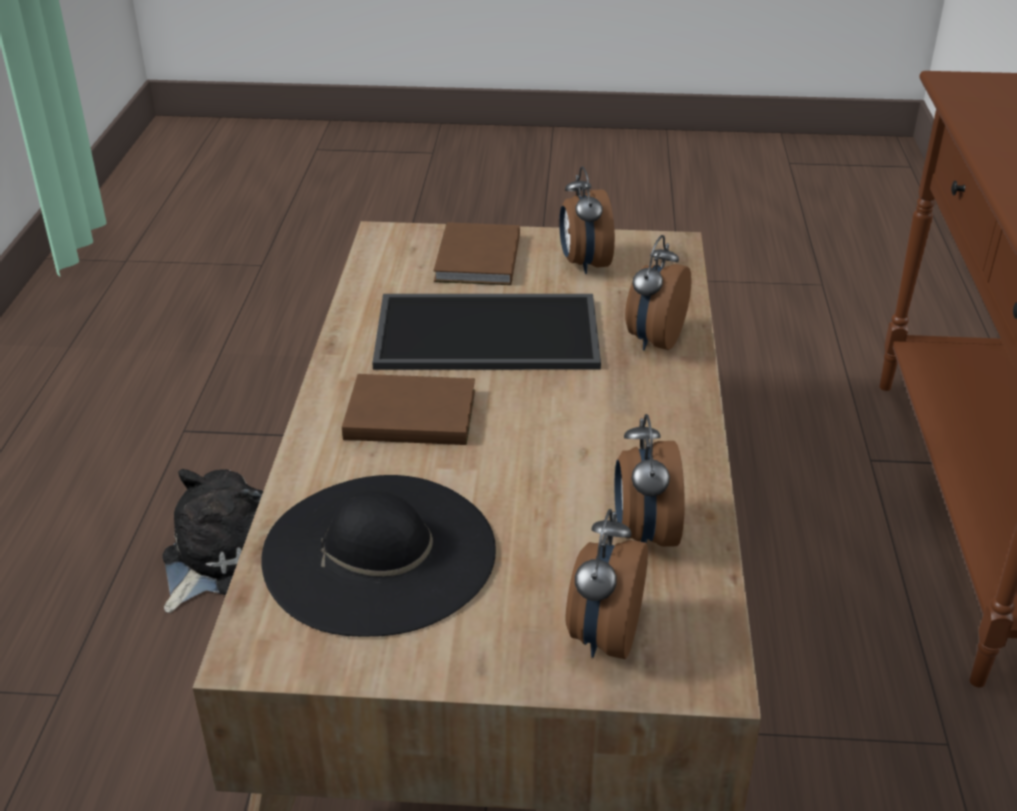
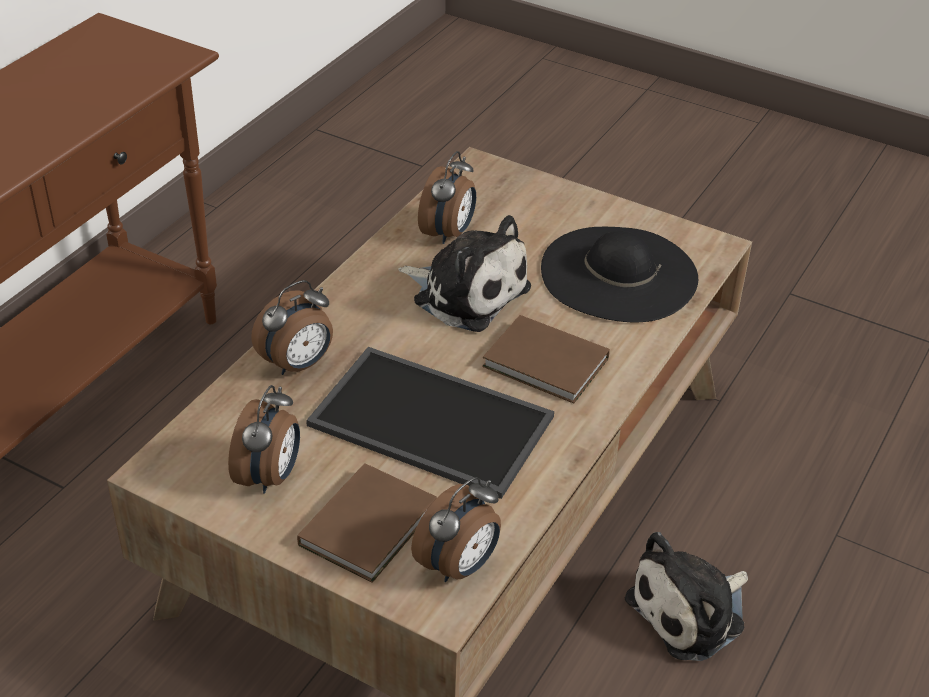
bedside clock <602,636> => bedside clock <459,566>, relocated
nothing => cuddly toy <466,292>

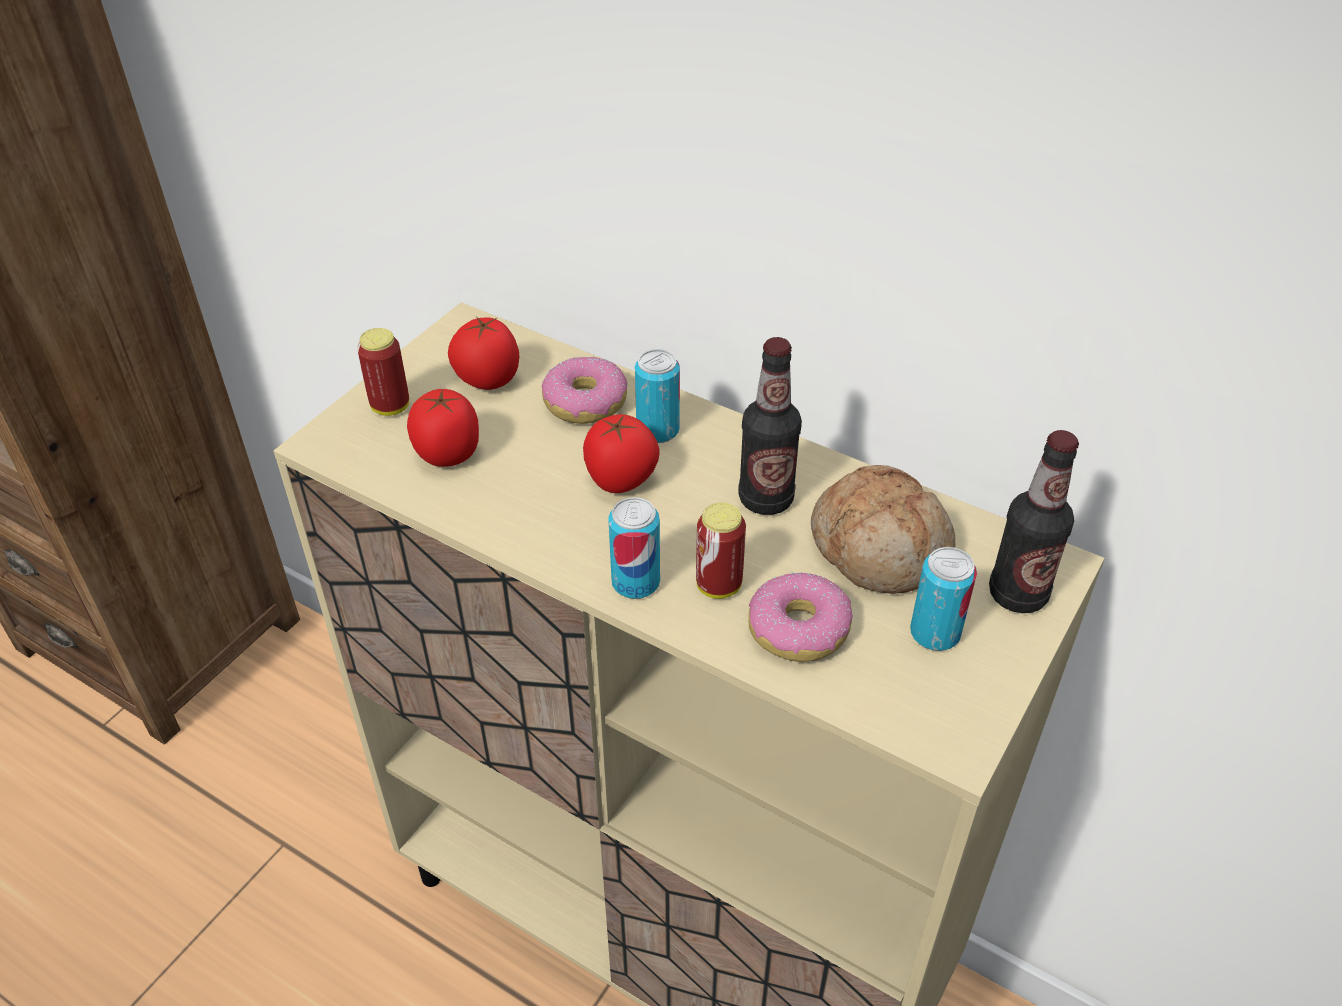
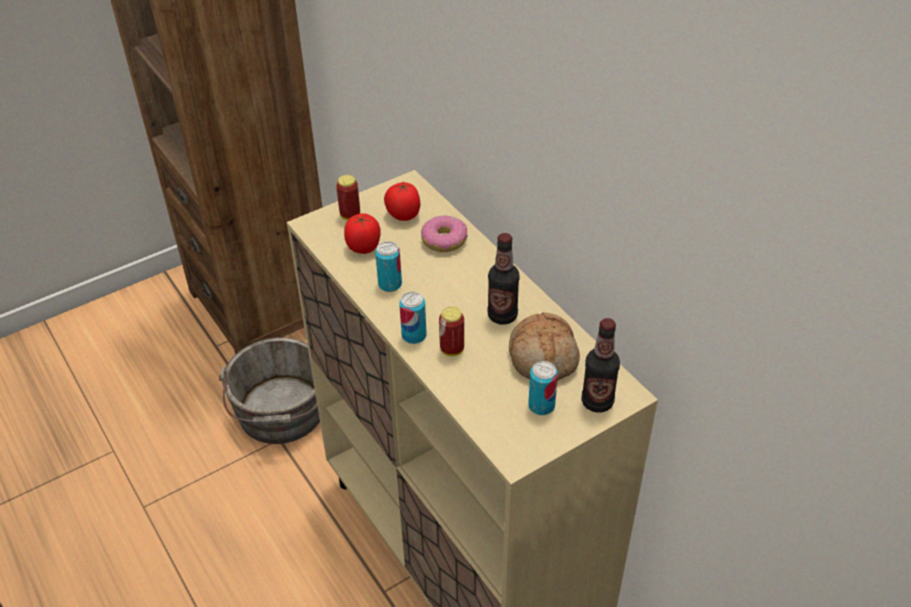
tomato <621,481> => nothing
sealed can <657,430> => sealed can <390,284>, relocated
donut <798,628> => nothing
nothing => gray bucket <281,414>

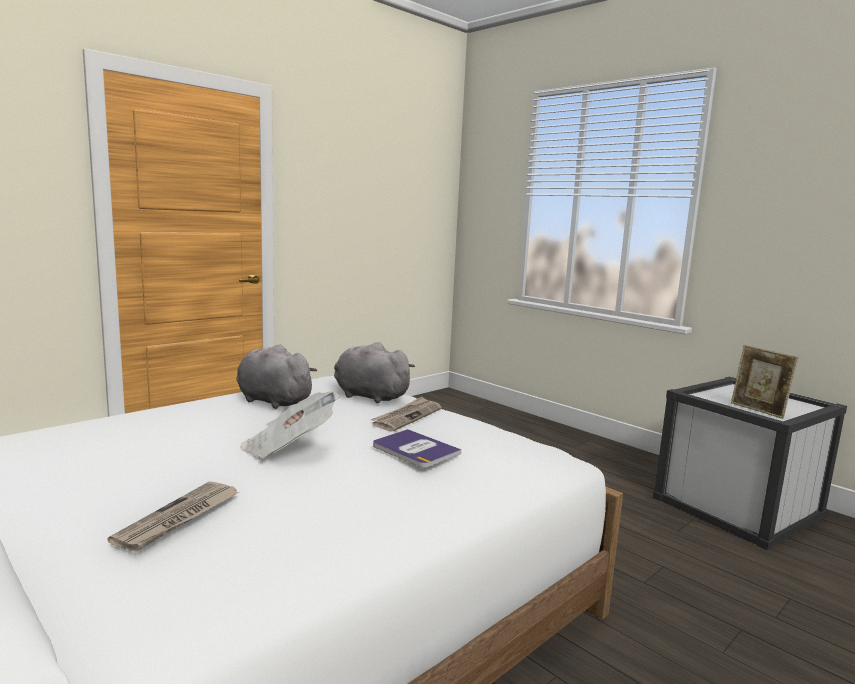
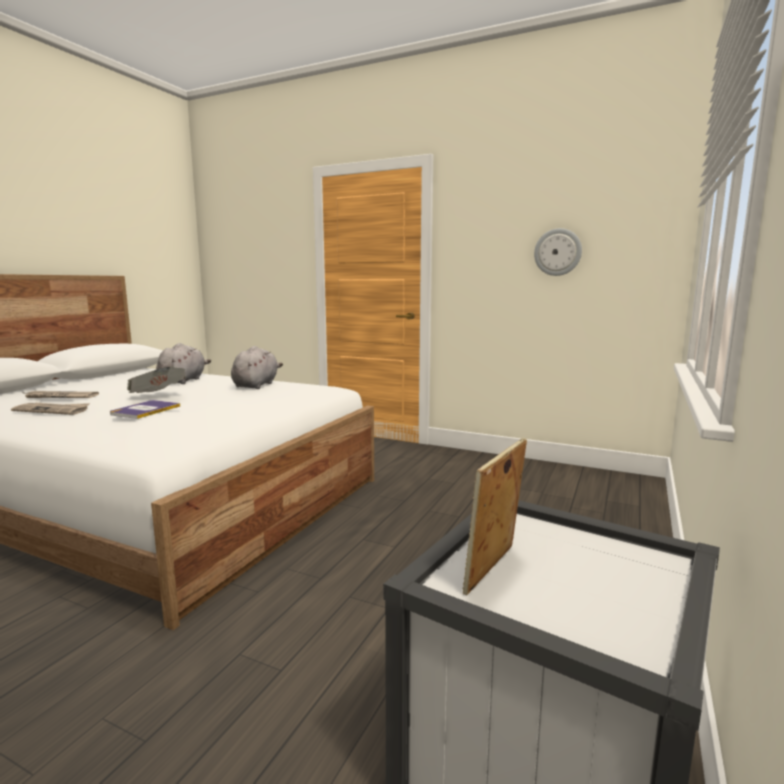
gray cuddly toy <368,396> => gray cuddly toy <183,381>, relocated
printed paper <407,416> => printed paper <52,410>, relocated
nothing => clock on the wall <557,252>

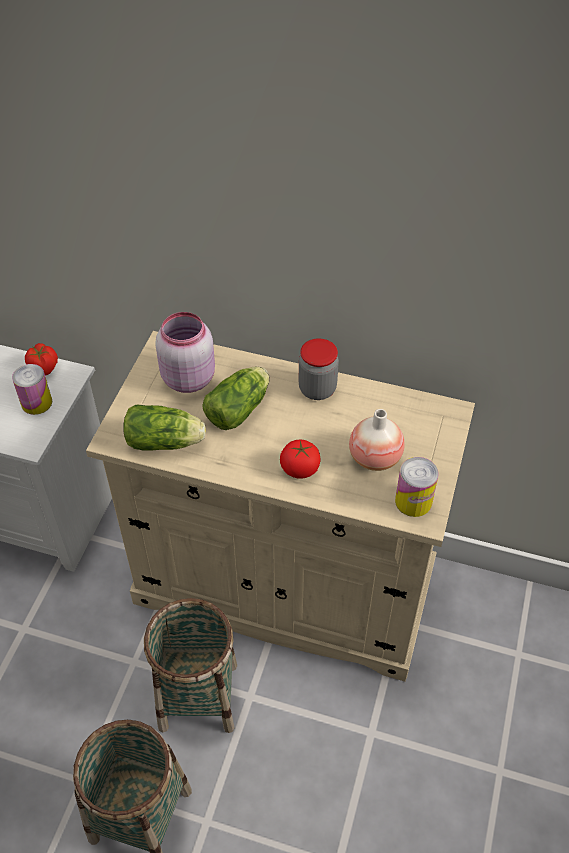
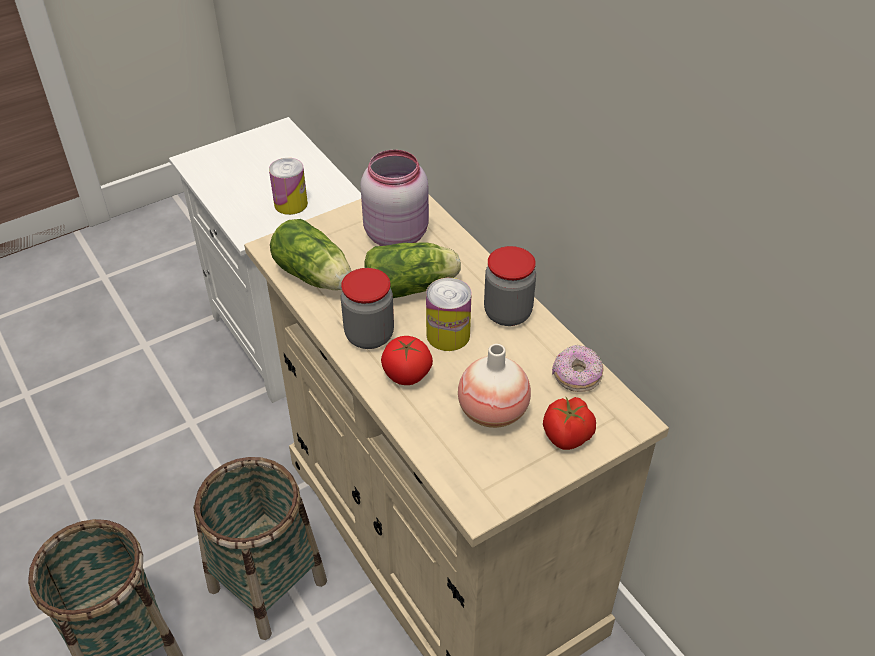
tomato <44,368> => tomato <567,436>, relocated
sealed can <413,501> => sealed can <448,335>, relocated
nothing => preserve jar <369,335>
nothing => donut <576,377>

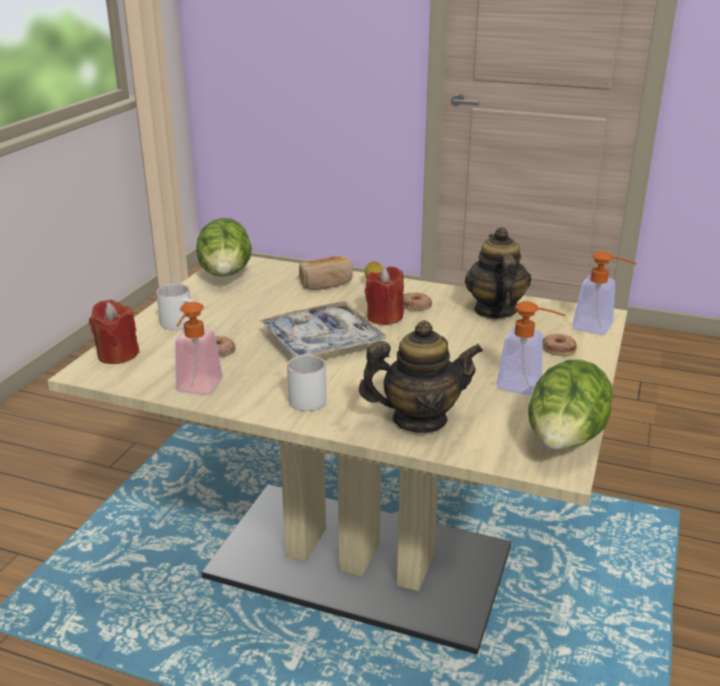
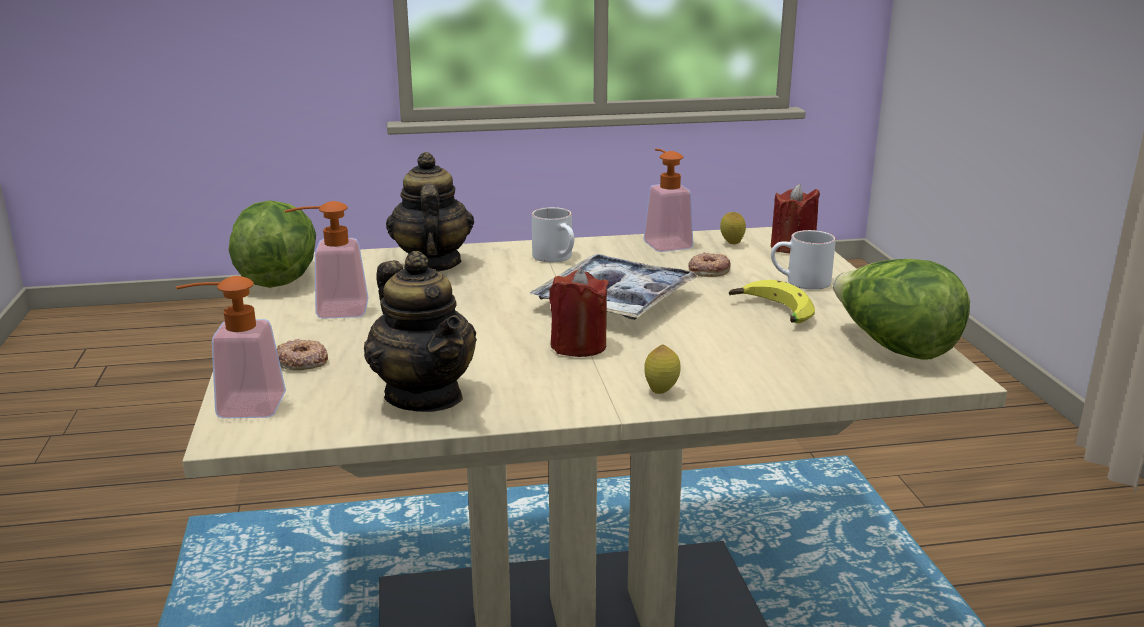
bakery bread <326,283> => nothing
pot for tea <419,420> => pot for tea <431,265>, 120 degrees clockwise
donut <415,305> => nothing
nothing => lemon <731,244>
nothing => banana <771,313>

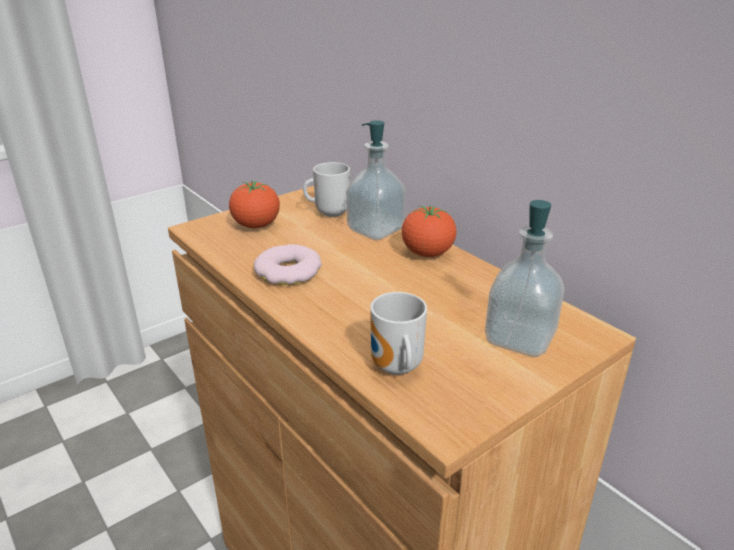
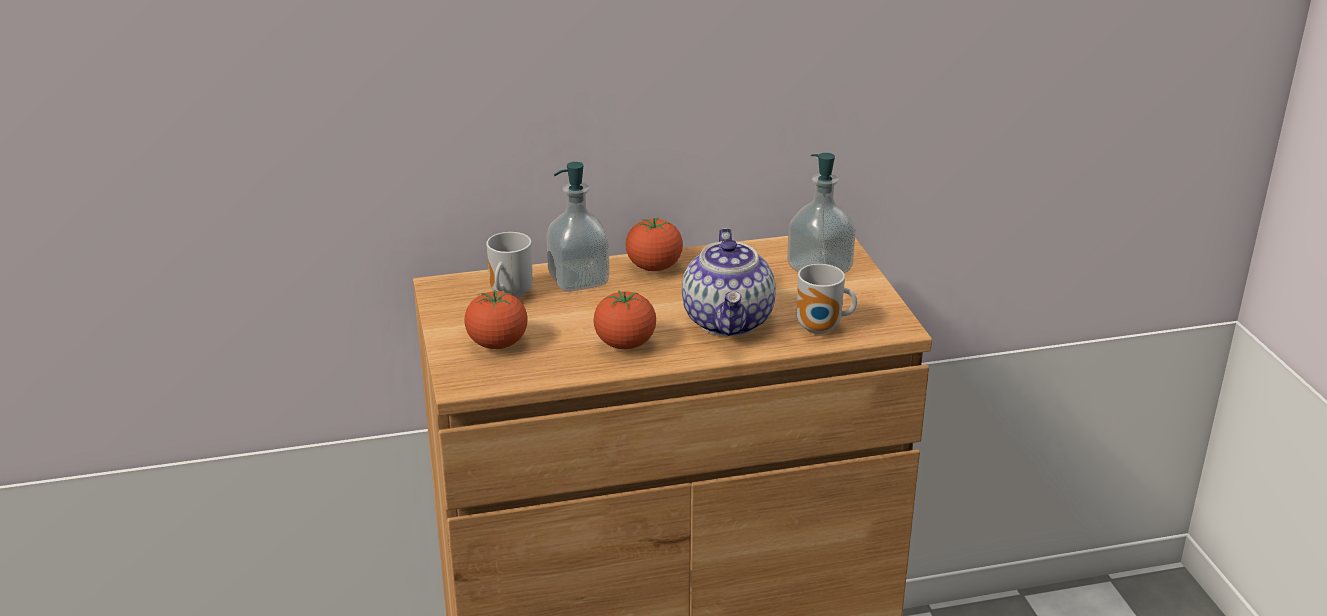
donut <289,272> => tomato <625,344>
nothing => pot for tea <729,321>

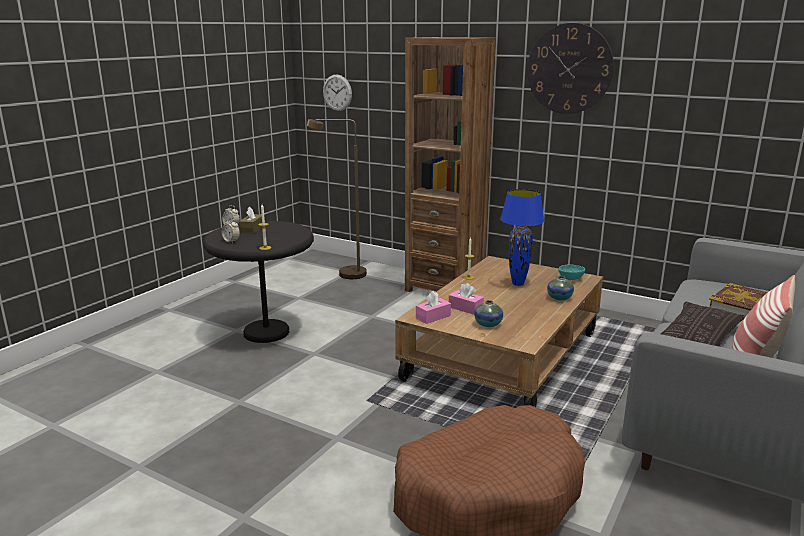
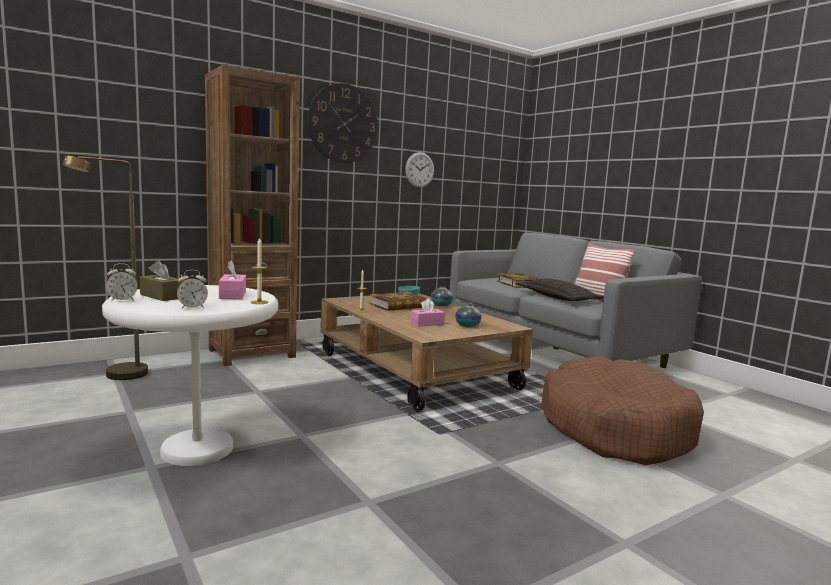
black accent table <266,332> => white accent table <197,449>
clock on the wall <337,92> => clock on the wall <419,170>, relocated
pink-coloured tissue holder <433,317> => pink-coloured tissue holder <232,295>, relocated
blue lamp for a table <517,284> => bound book <398,306>

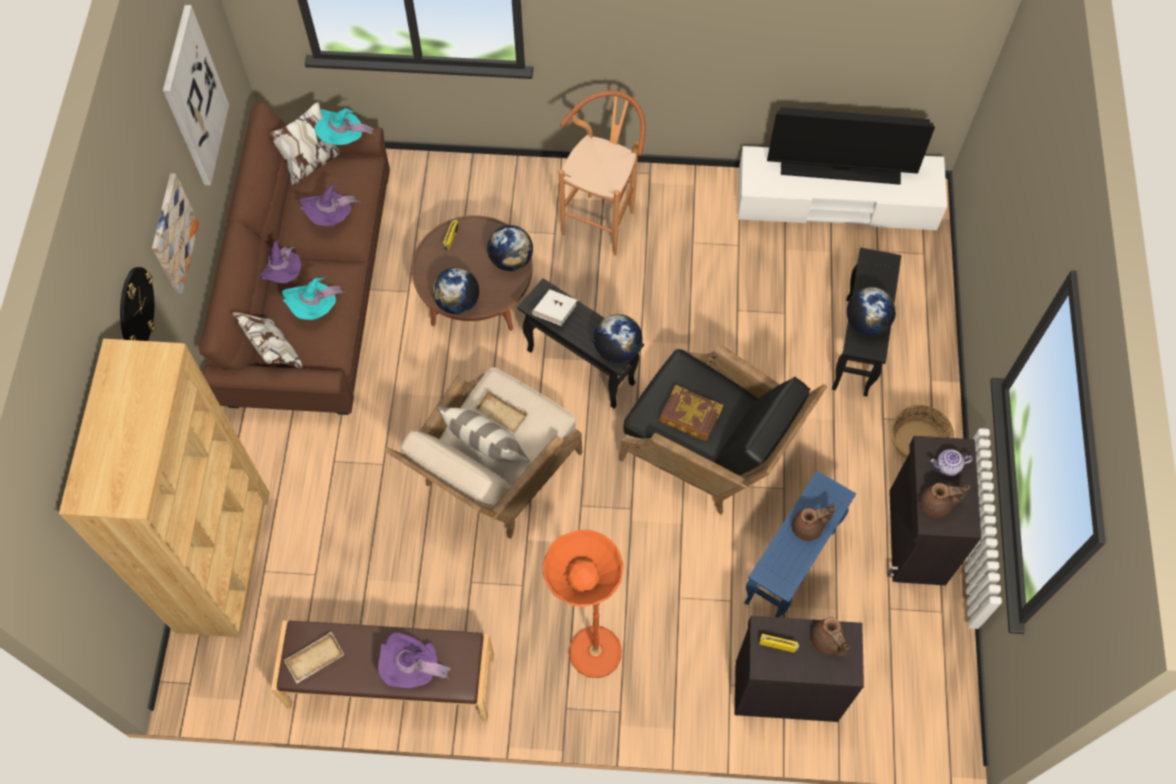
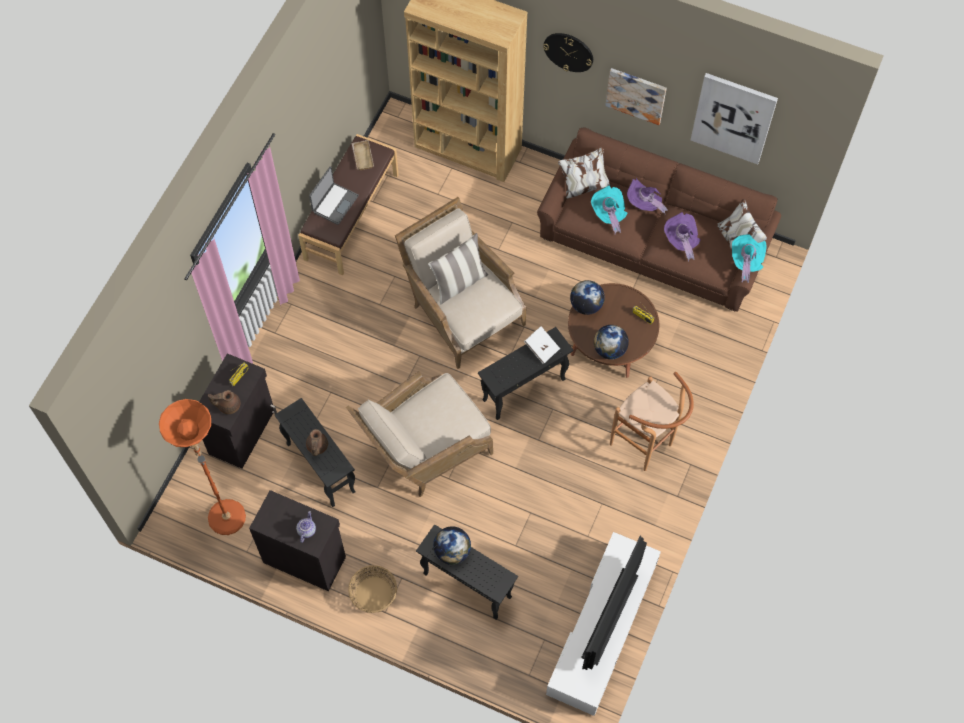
purple clothing hat <412,667> => portable computer <334,203>
beige-coloured tray <500,415> => nothing
orange-coloured standard lamp <587,661> => orange-coloured standard lamp <223,510>, relocated
globe <617,350> => nothing
black armchair <711,452> => beige-coloured armchair <424,450>
bound book <690,416> => nothing
blue accent table <790,567> => black accent table <320,468>
brown-coloured pot for tea <937,504> => nothing

